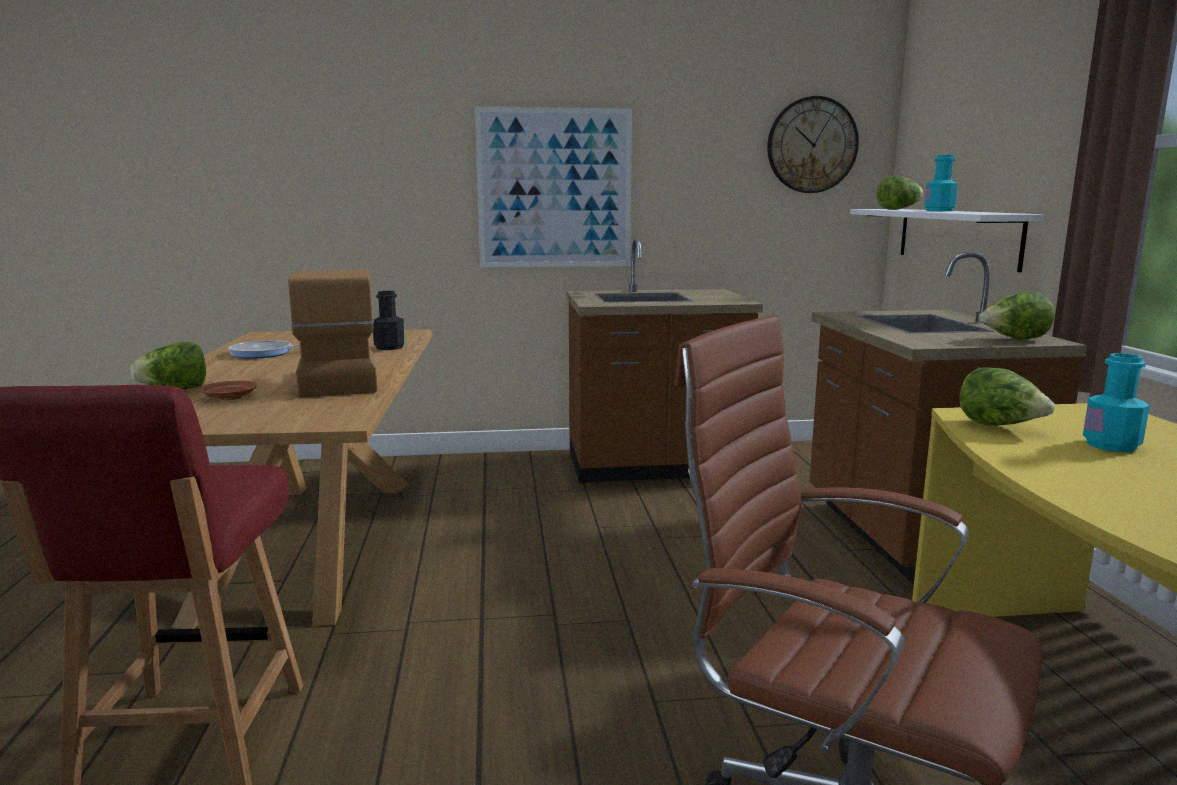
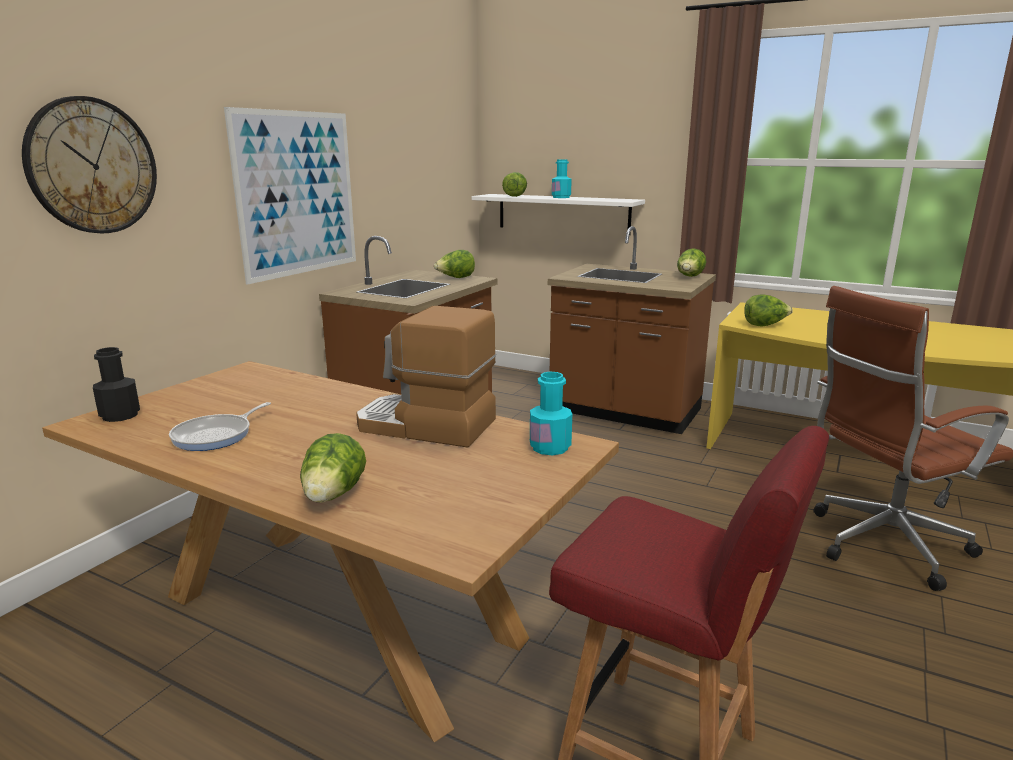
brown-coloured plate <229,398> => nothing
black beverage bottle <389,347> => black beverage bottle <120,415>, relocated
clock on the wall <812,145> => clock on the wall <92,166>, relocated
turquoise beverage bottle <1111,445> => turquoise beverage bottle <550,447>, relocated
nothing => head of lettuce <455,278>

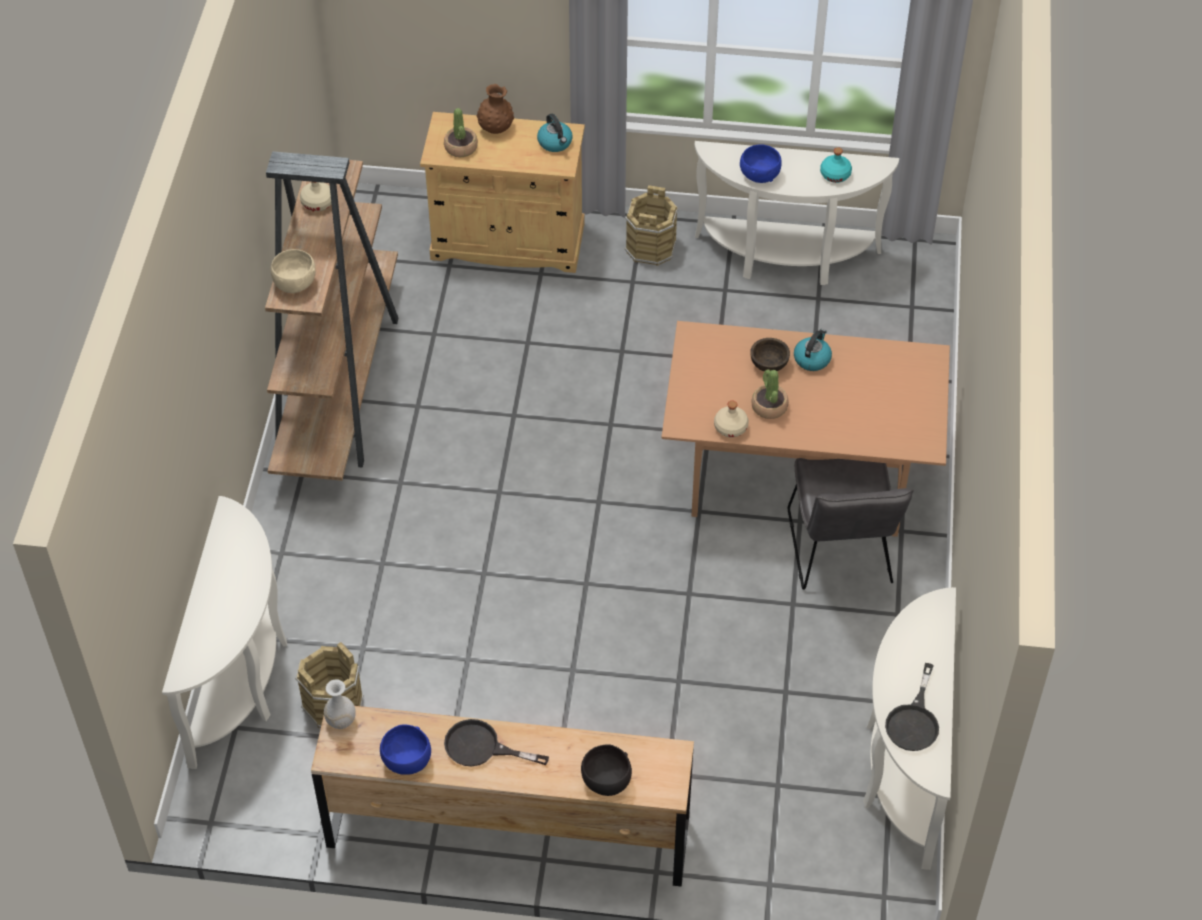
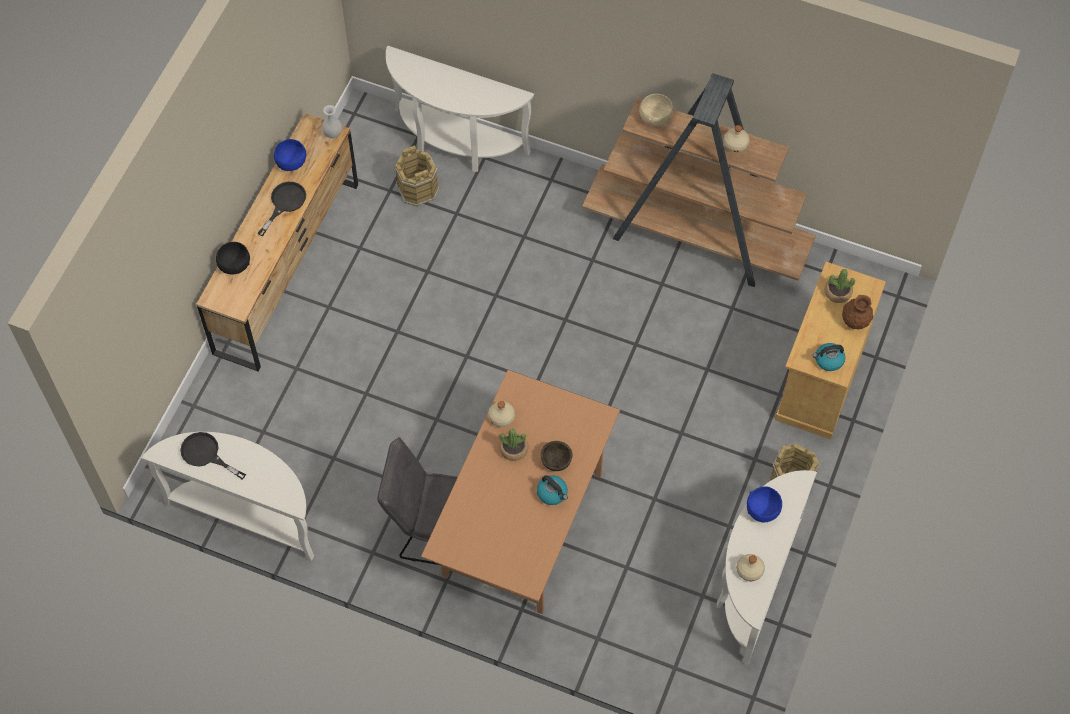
turquoise beverage bottle <835,174> => beige-coloured beverage bottle <750,570>

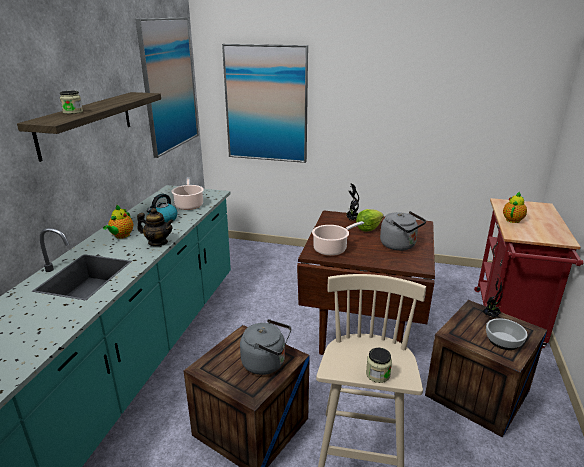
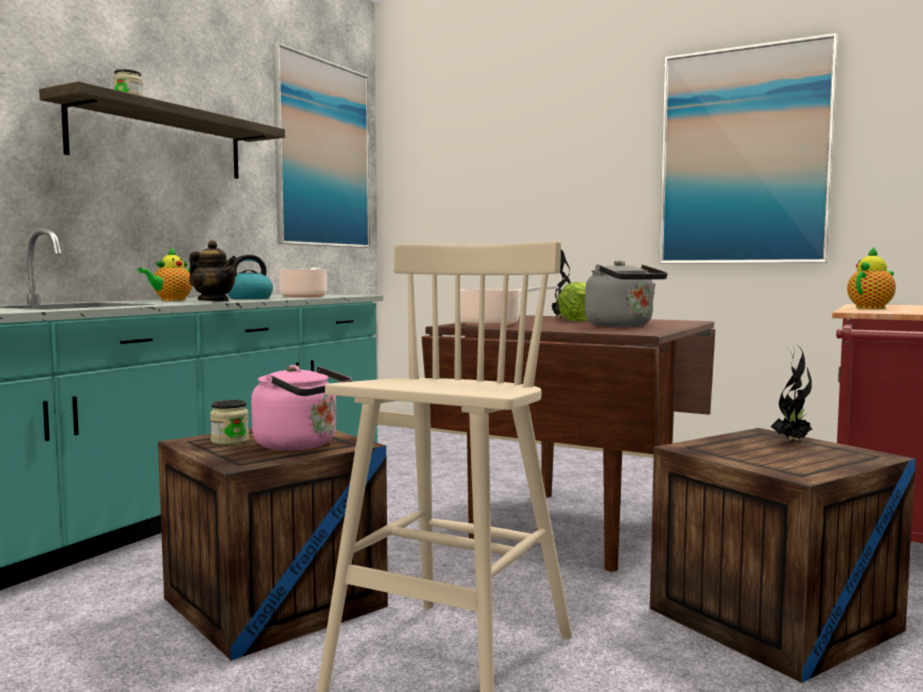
wall art <266,104> => wall art <743,156>, relocated
gray kettle <266,363> => pink-coloured kettle <301,445>
preserve jar <377,374> => preserve jar <230,441>, relocated
serving bowl <504,341> => nothing

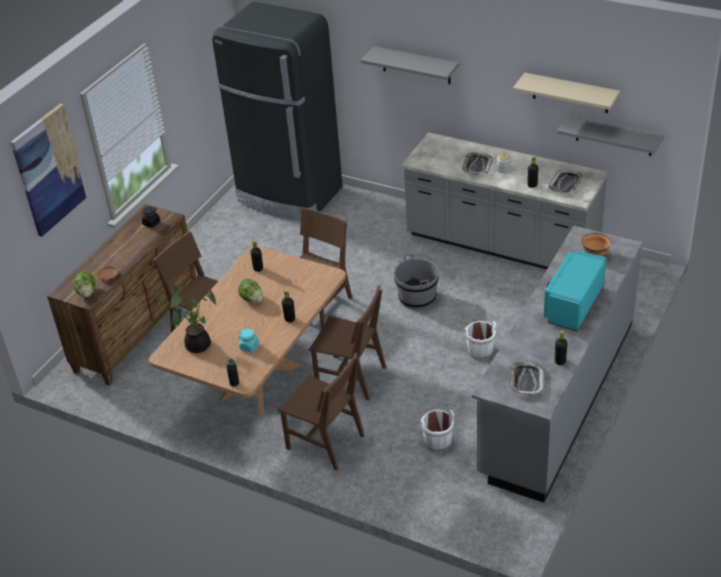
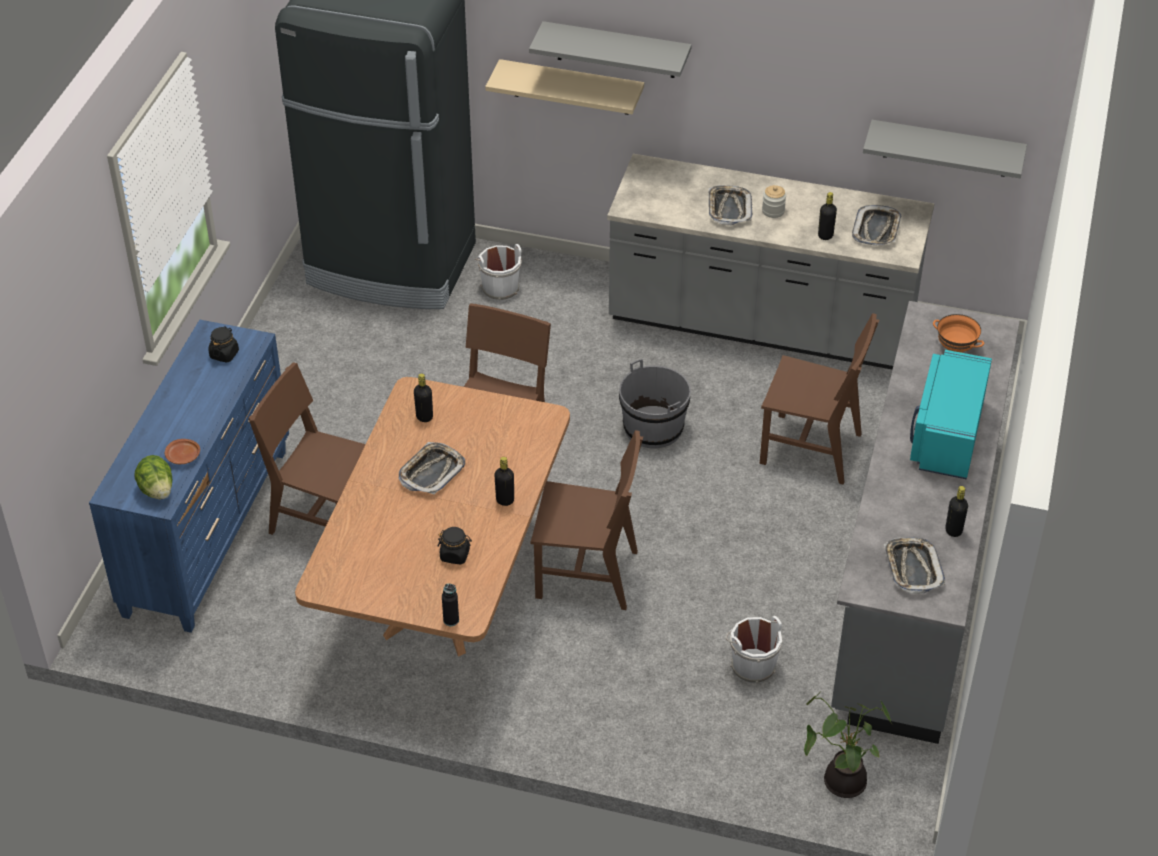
wall art <49,170> => nothing
brown-coloured drawer chest <138,330> => blue drawer chest <209,531>
plant in a pot <196,344> => plant in a pot <841,781>, relocated
head of lettuce <251,299> => tray <431,472>
turquoise preserve jar <249,347> => black preserve jar <455,555>
brown-coloured chair <325,442> => brown-coloured chair <811,449>, relocated
white bucket <480,350> => white bucket <499,288>, relocated
beige-coloured wall shelf <570,93> => beige-coloured wall shelf <571,87>, relocated

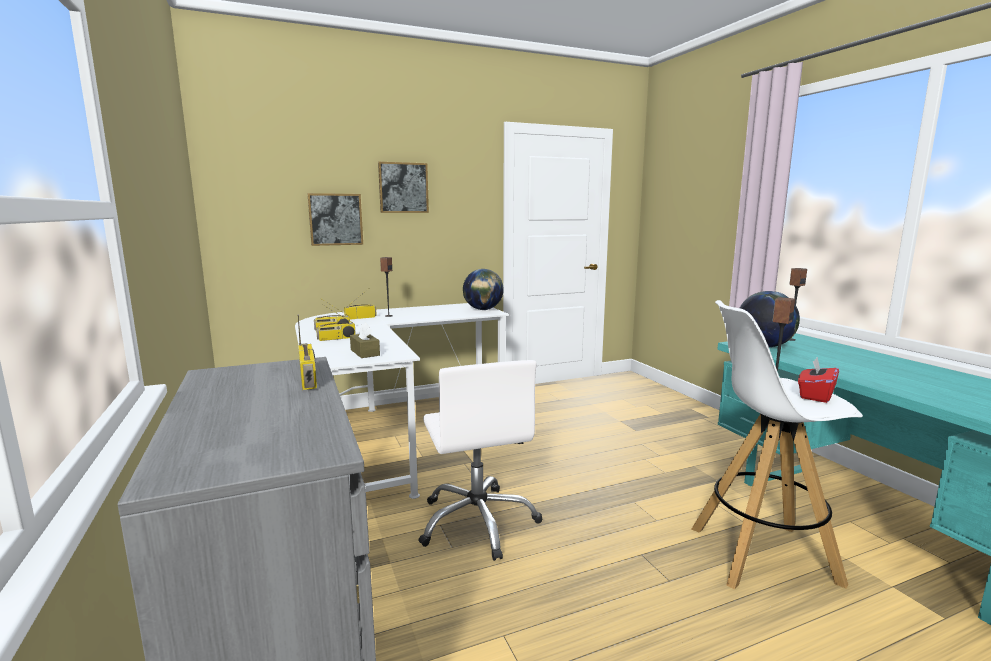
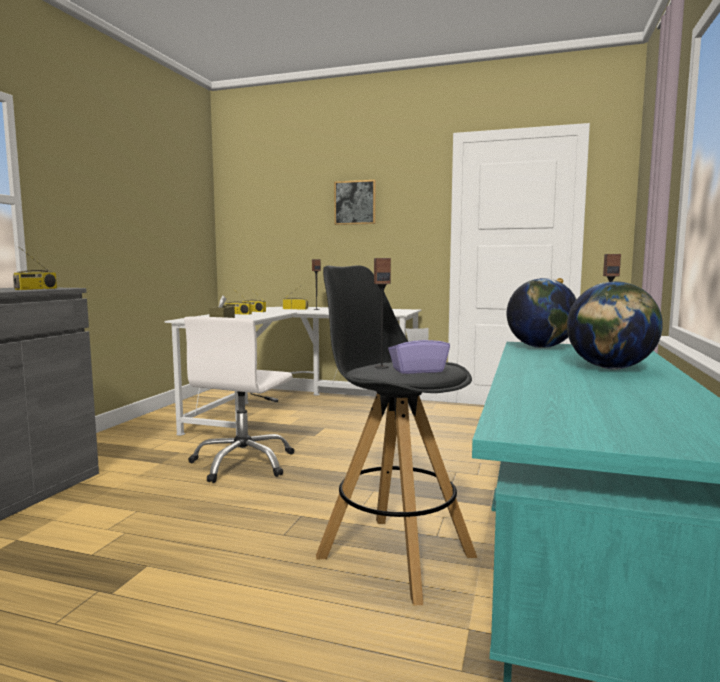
wall art <335,219> => nothing
globe <483,309> => globe <610,368>, relocated
white sitting stool <760,555> => black sitting stool <394,555>
red-coloured tissue holder <815,395> => purple tissue holder <418,370>

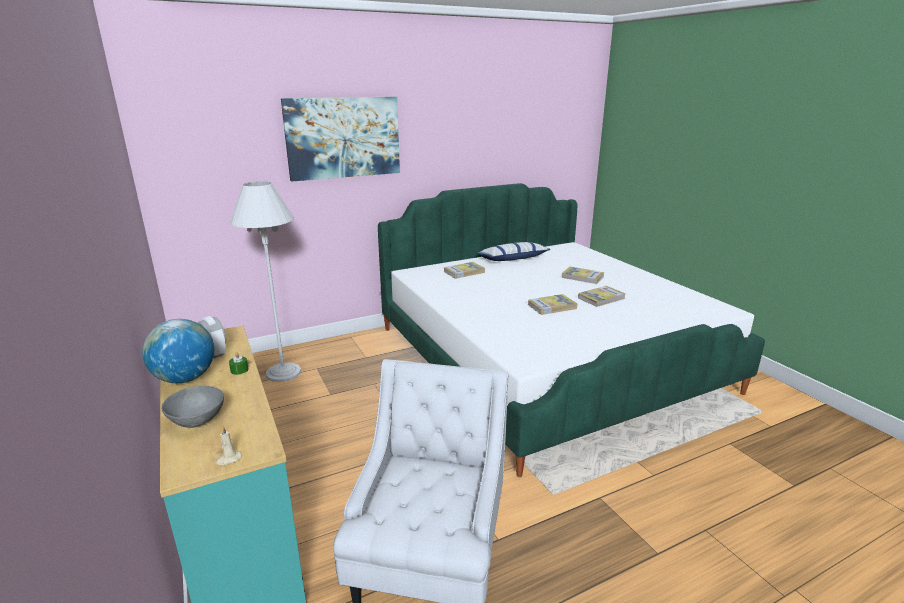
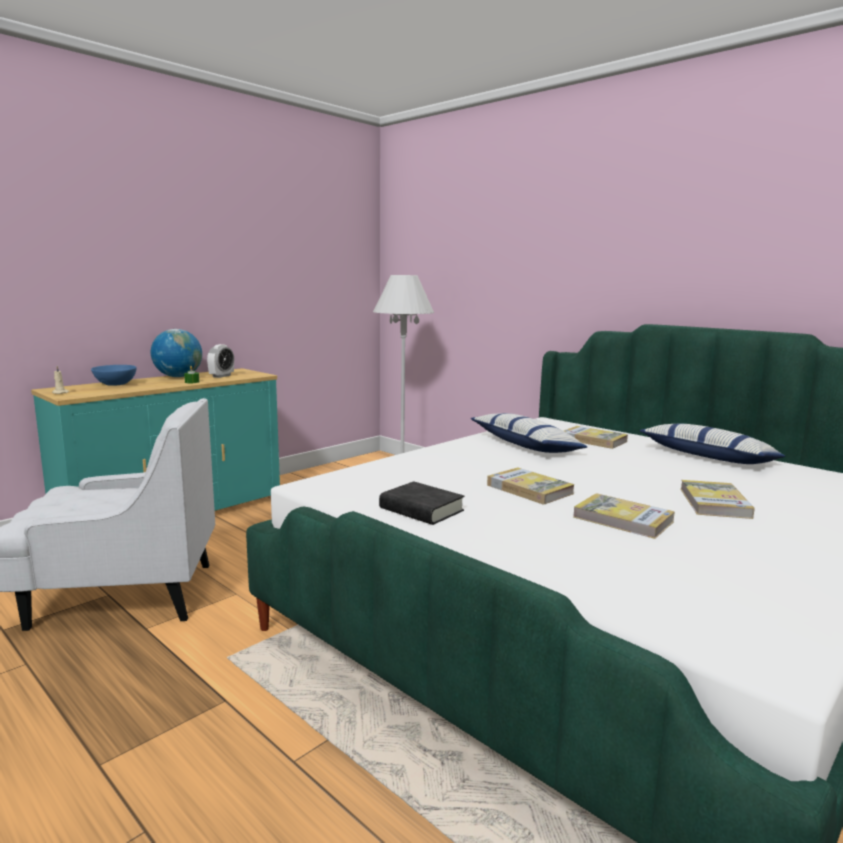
gray serving bowl <197,420> => blue serving bowl <115,384>
wall art <343,137> => nothing
nothing => black bound book <421,510>
nothing => throw pillow <525,445>

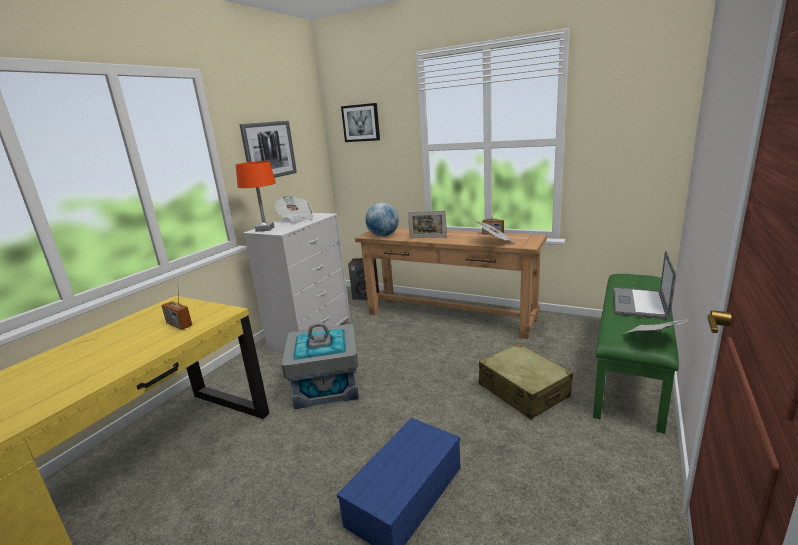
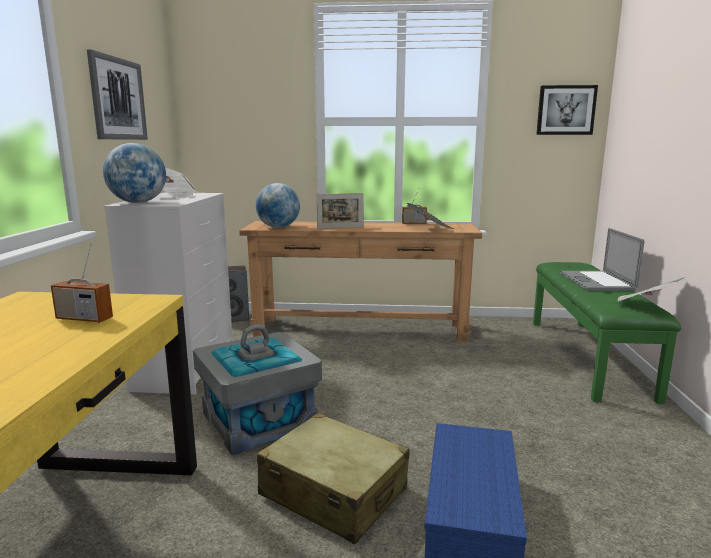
orange-coloured lamp for a table <265,229> => globe <138,202>
wall art <361,123> => wall art <565,110>, relocated
beige-coloured piece of luggage <523,391> => beige-coloured piece of luggage <333,492>, relocated

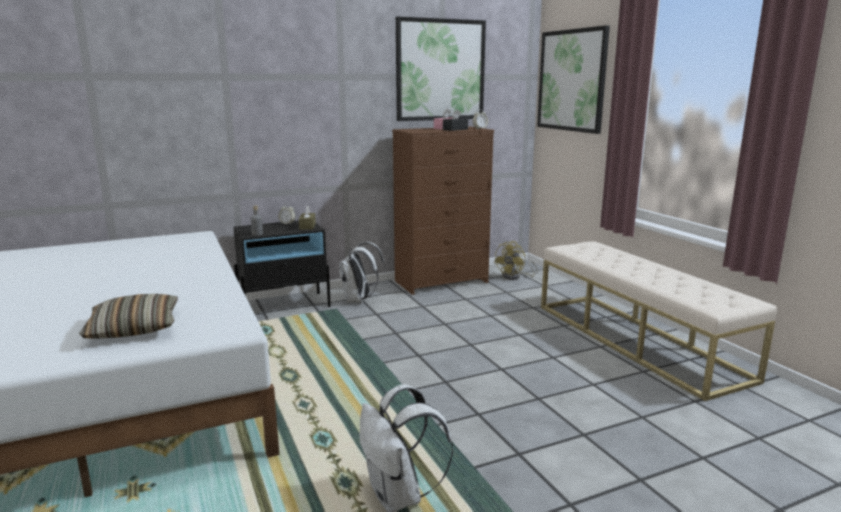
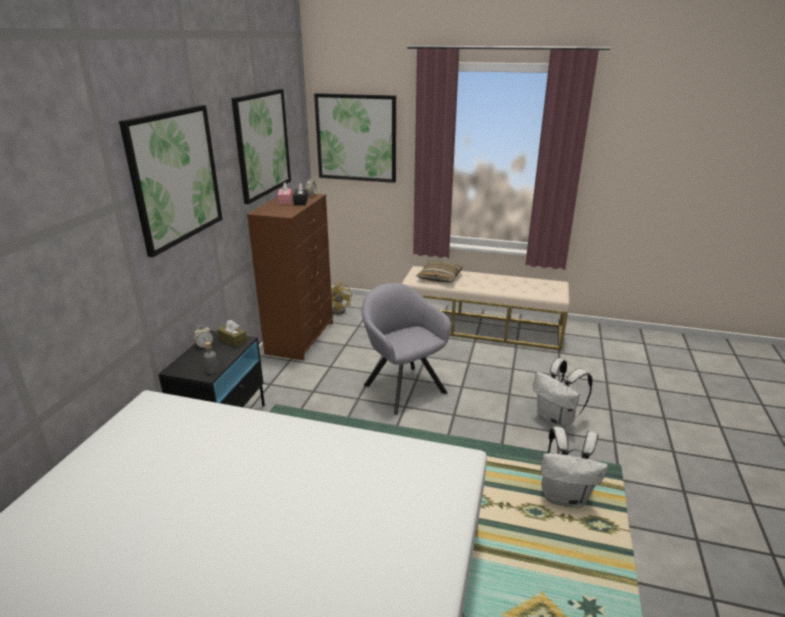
throw pillow <134,328> => throw pillow <439,278>, relocated
white rucksack <359,300> => white rucksack <556,420>, relocated
nothing => wall art <175,177>
nothing => gray armchair <402,386>

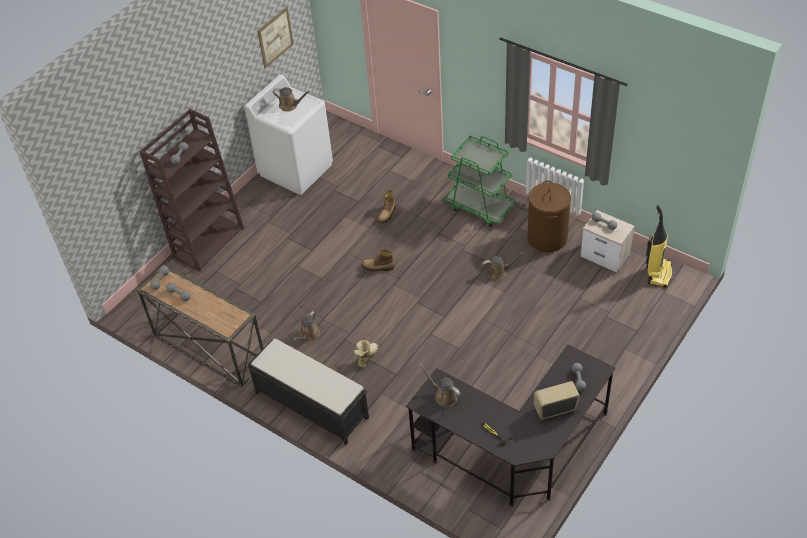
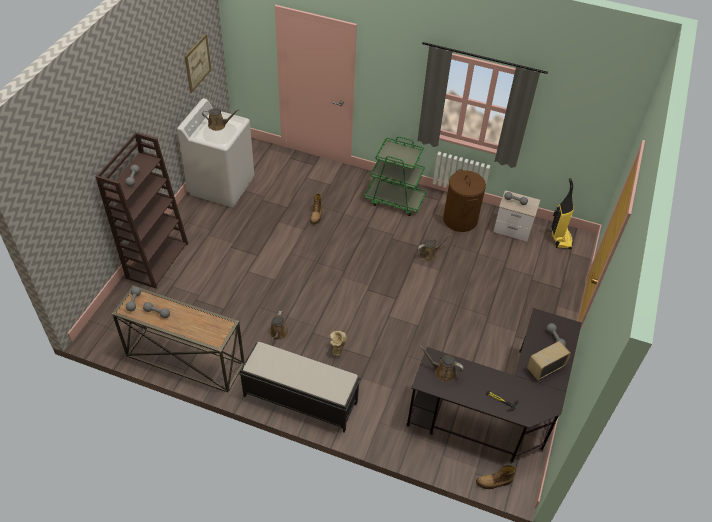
tall boot <377,267> => tall boot <494,482>, relocated

